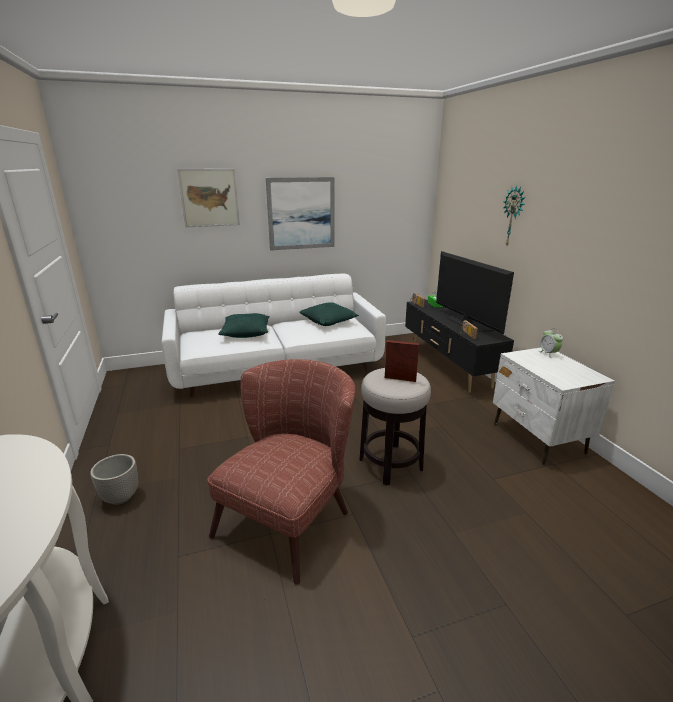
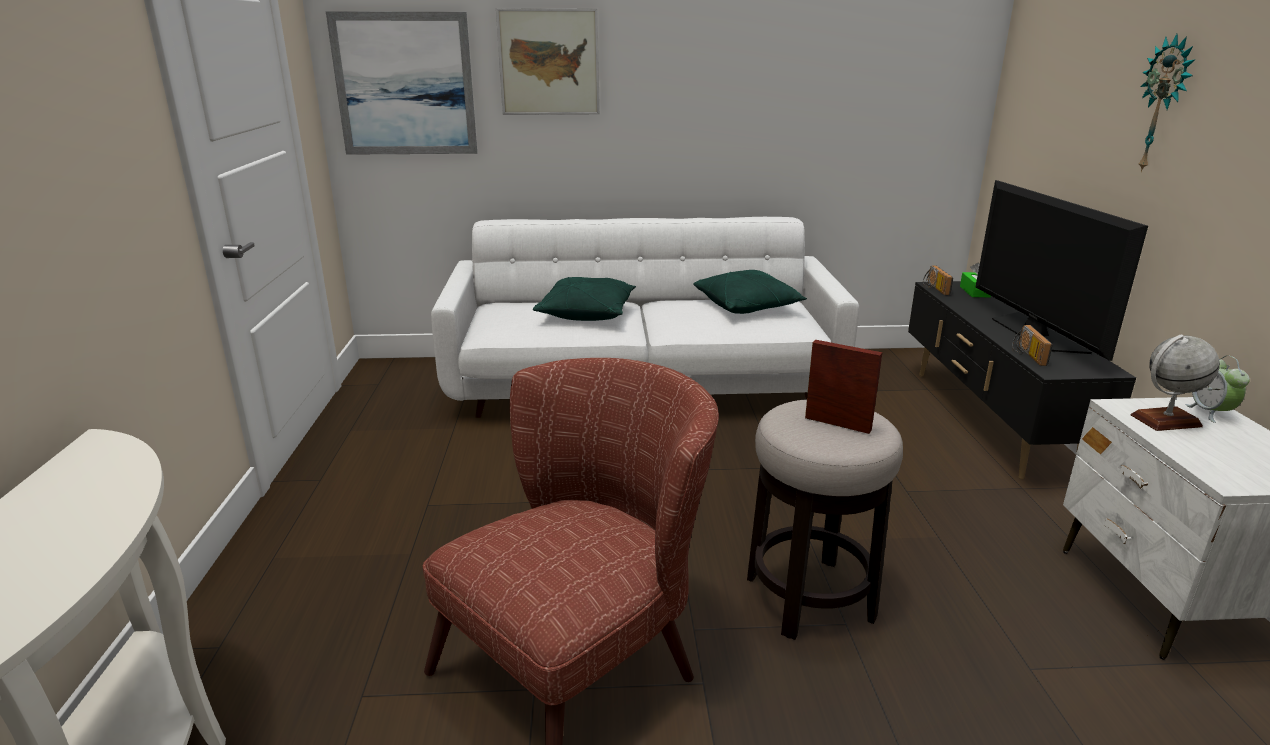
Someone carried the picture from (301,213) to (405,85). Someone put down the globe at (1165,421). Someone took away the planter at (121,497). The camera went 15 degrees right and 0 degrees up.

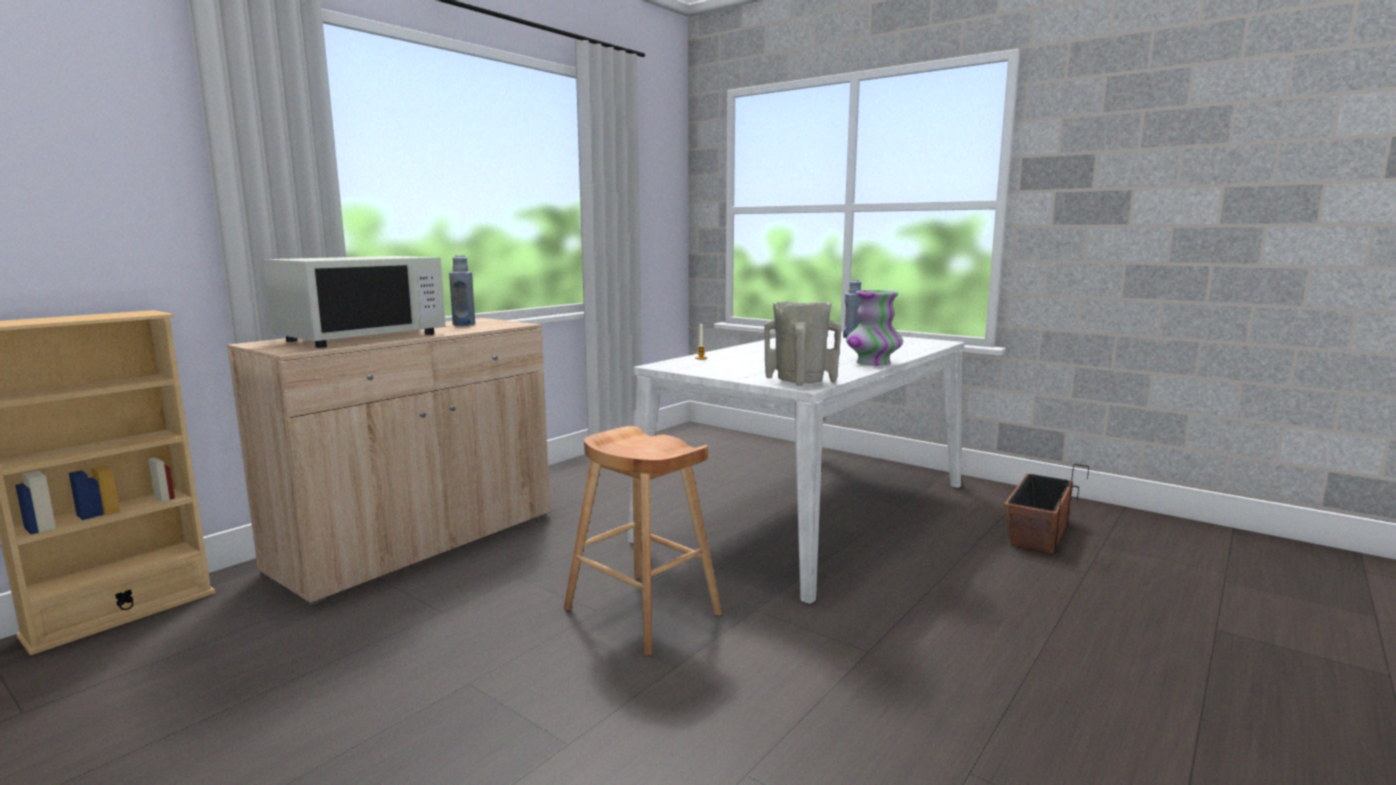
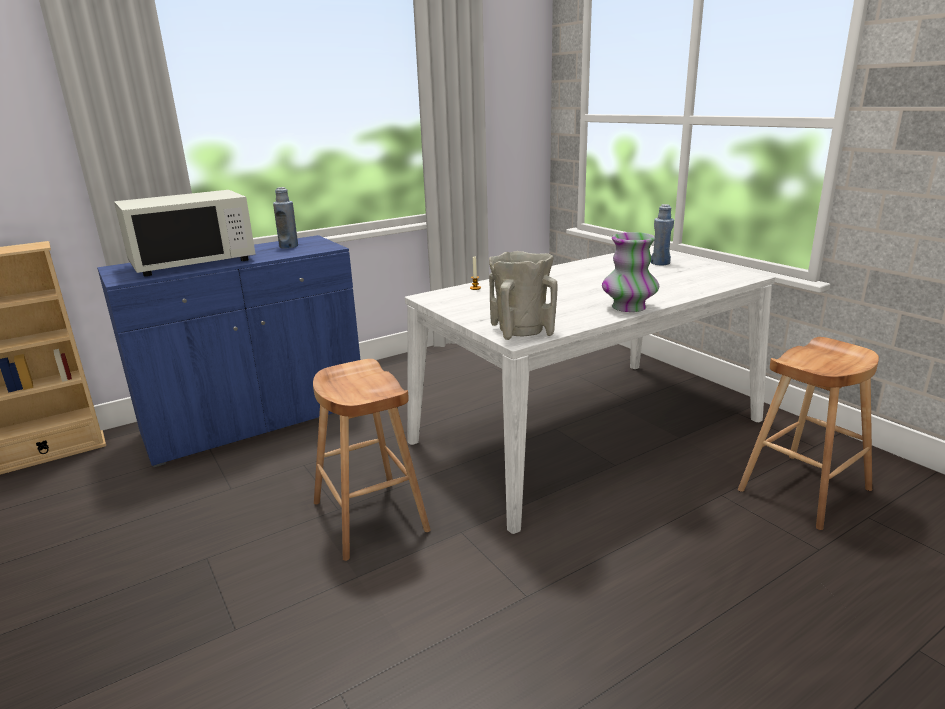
Someone repainted the beige cabinet at (418,542), which became the blue cabinet at (256,420). Someone swapped the planter at (1038,532) for the brown stool at (804,490). The camera went 20 degrees right and 10 degrees up.

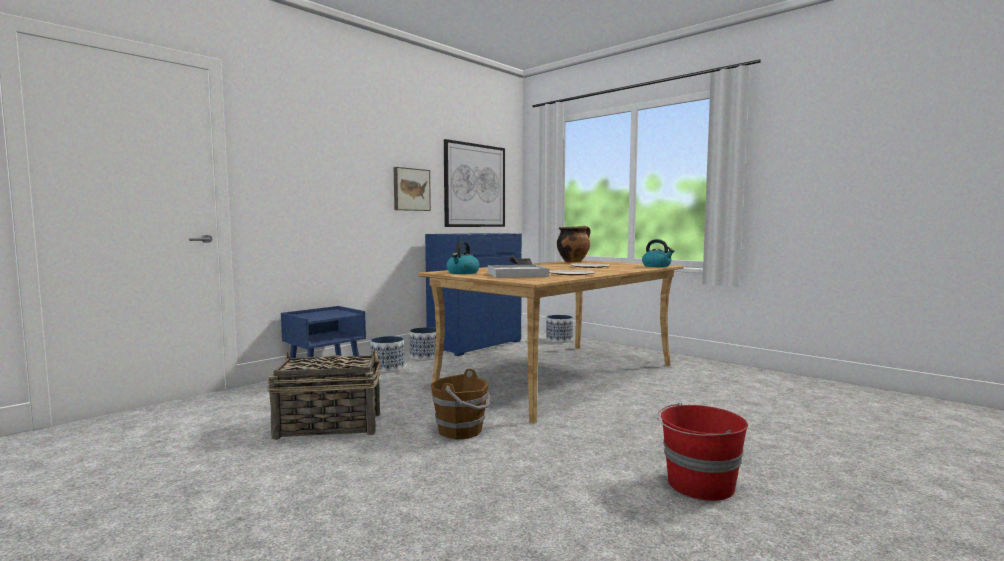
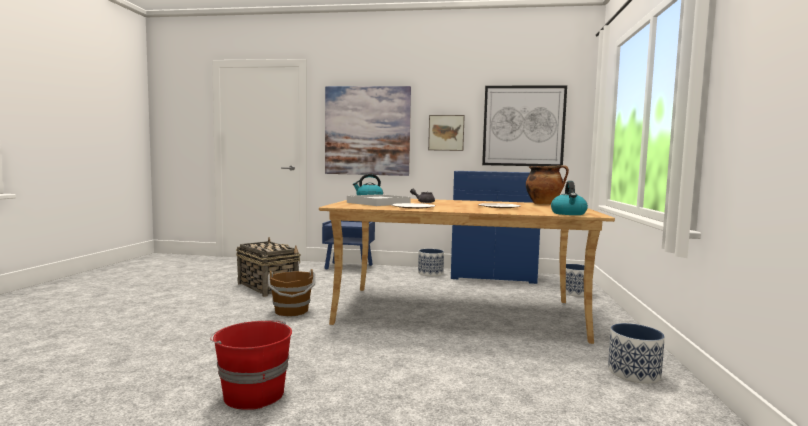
Someone put up the picture at (367,131). Someone carried the planter from (388,368) to (634,373). The camera went 55 degrees right and 0 degrees up.

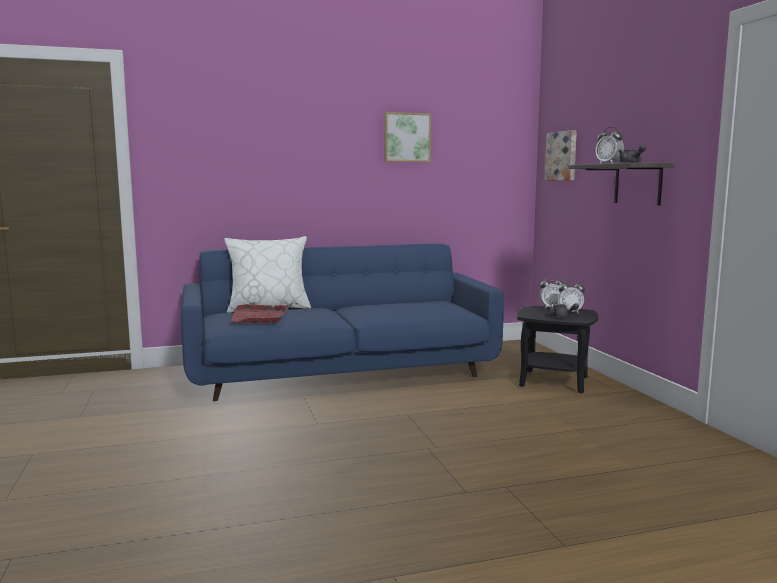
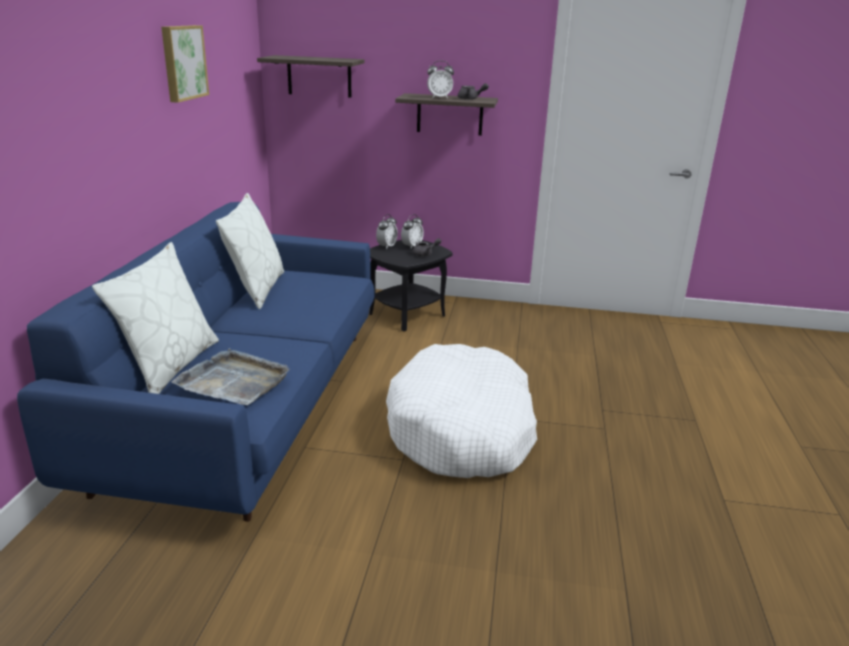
Someone repainted the red tray at (259,317), which became the grey tray at (234,381). Someone put down the white pillow at (256,289). Someone swapped the picture at (562,156) for the shelf at (319,76). Someone put down the white dog bed at (462,430). The camera went 65 degrees left and 15 degrees up.

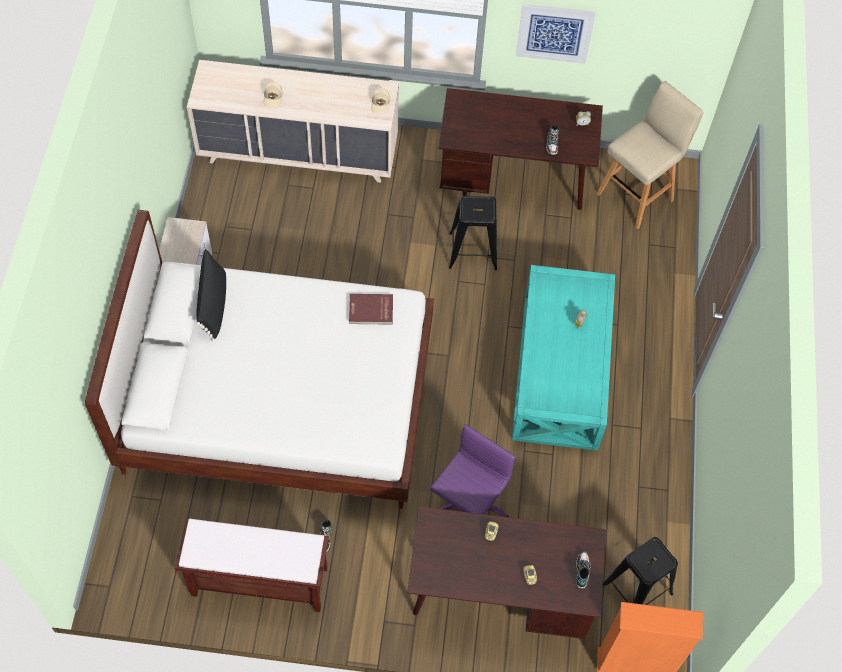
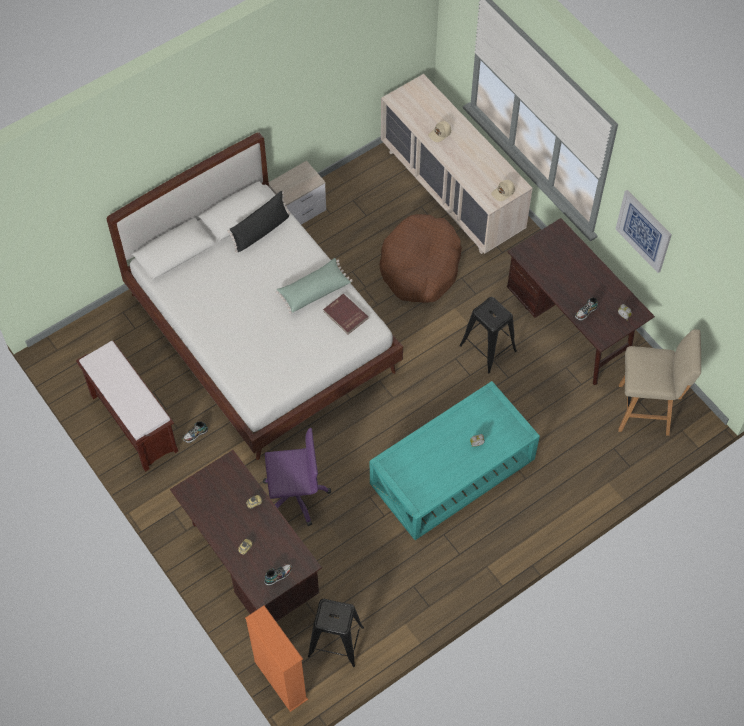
Someone put down the green pillow at (314,290). Someone put down the brown dog bed at (420,266). The camera went 50 degrees right and 0 degrees up.

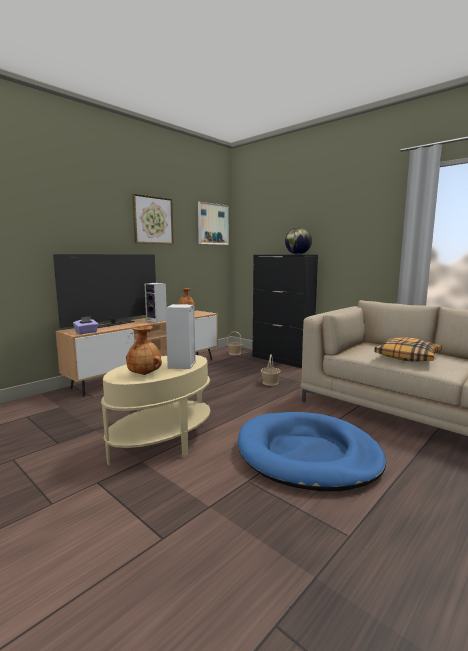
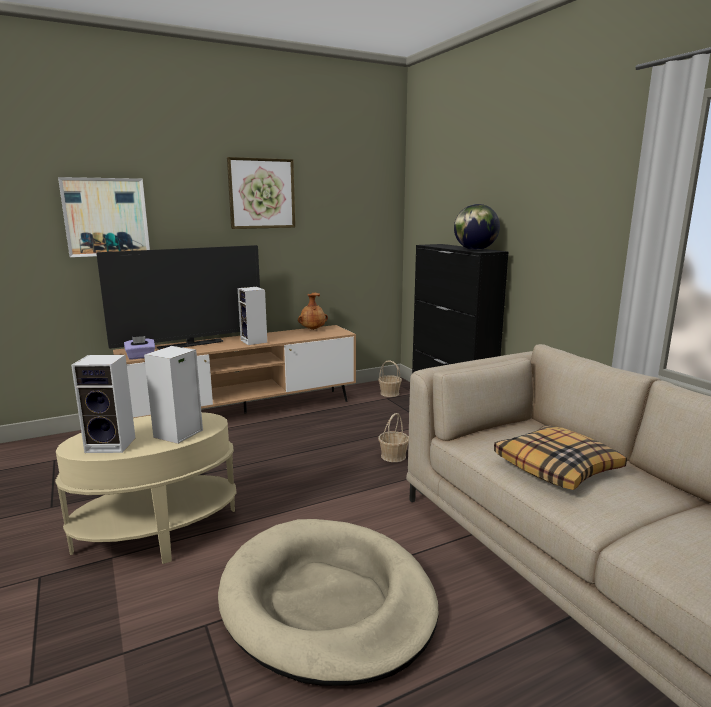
Someone carried the picture from (212,224) to (106,217). Someone swapped the brown vase at (145,374) for the speaker at (113,444). Someone repainted the blue dog bed at (307,454), which became the beige dog bed at (327,602). The camera went 20 degrees right and 5 degrees up.

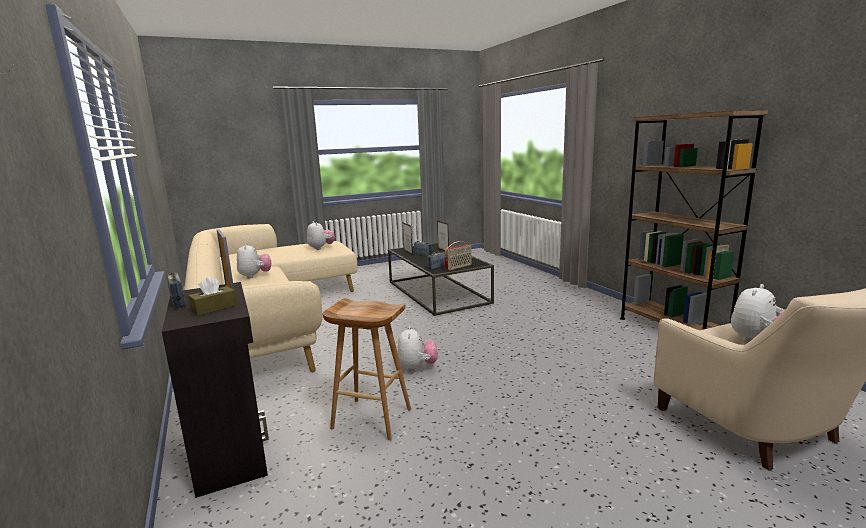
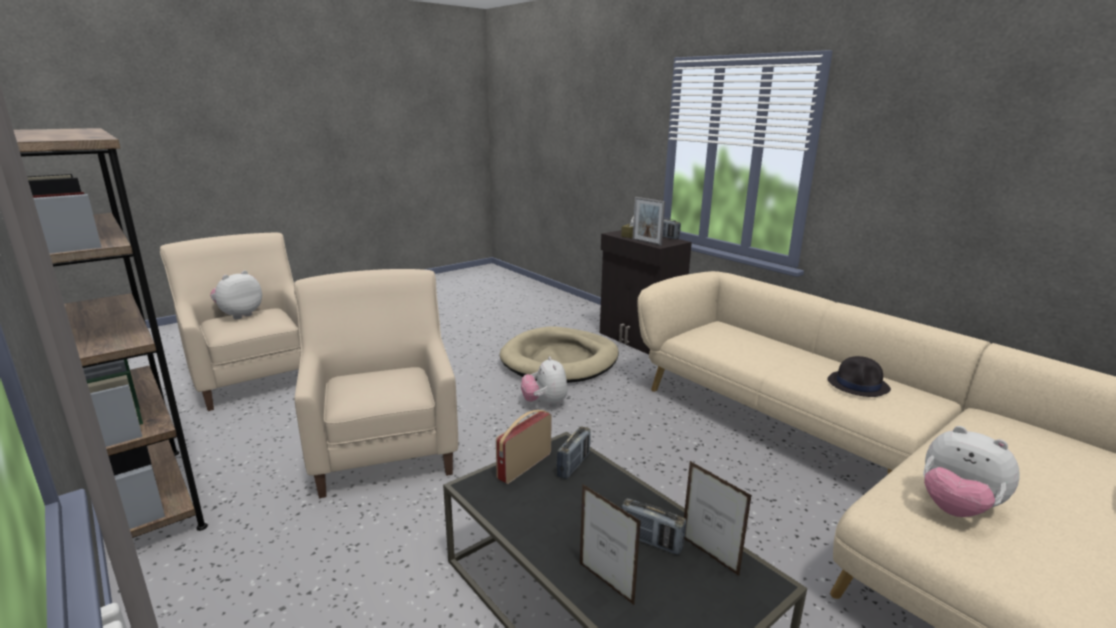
Someone put down the beige armchair at (383,445). Someone swapped the brown stool at (370,419) for the beige dog bed at (560,360). Someone swapped the plush toy at (255,276) for the black hat at (858,385). The camera went 165 degrees right and 5 degrees up.

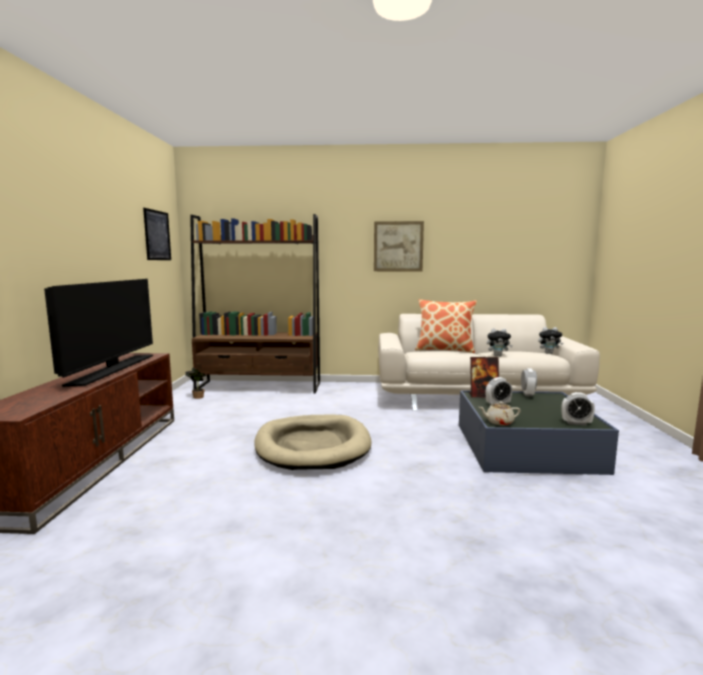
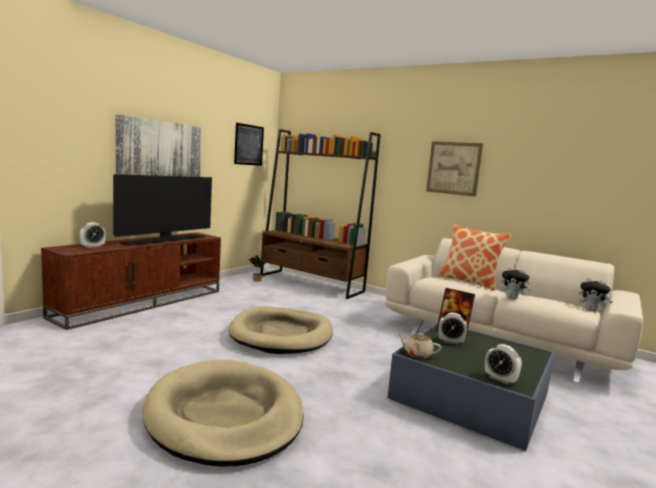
Someone carried the alarm clock from (527,394) to (93,247). Someone put up the picture at (160,153). Someone put down the beige dog bed at (225,416). The camera went 30 degrees right and 0 degrees up.

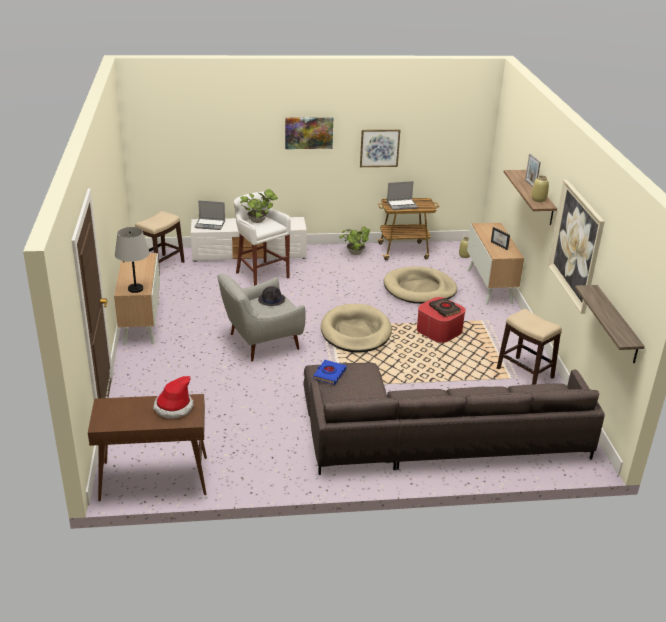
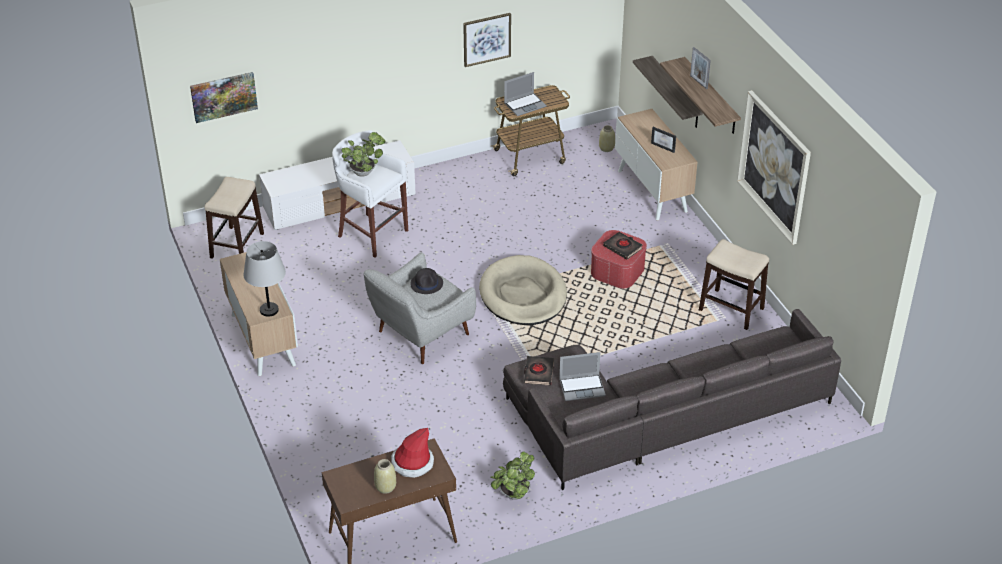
Someone carried the picture from (309,132) to (223,96). Someone carried the beige vase from (538,200) to (386,487). Someone carried the potted plant from (354,253) to (513,495). Someone repainted the blue book at (329,374), which became the black book at (538,373). Someone carried the laptop from (210,224) to (582,387). Someone carried the shelf from (617,324) to (676,93). Someone took away the beige dog bed at (419,289). The camera went 15 degrees left and 10 degrees up.

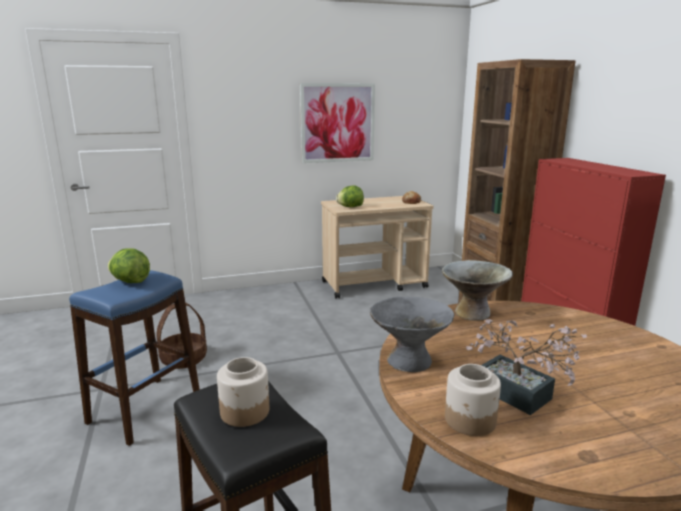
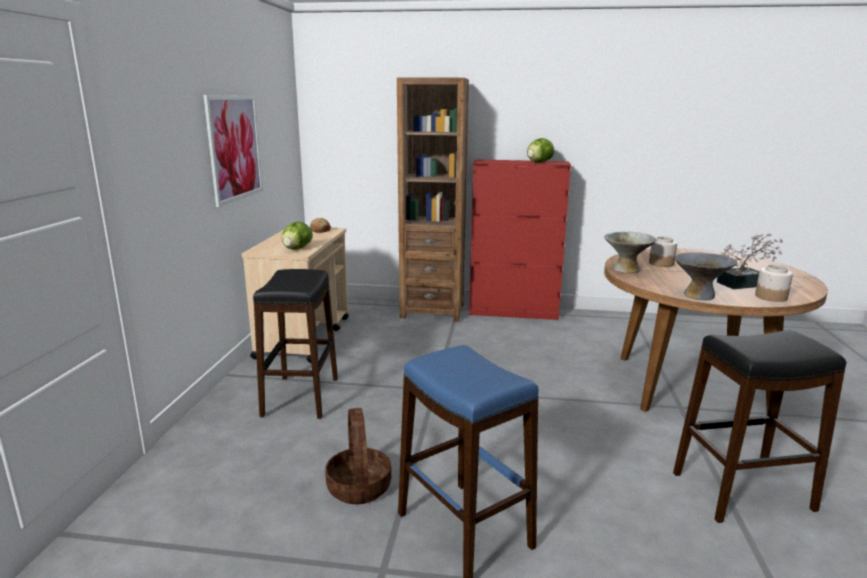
Someone put down the black stool at (301,397). Someone carried the lettuce from (130,281) to (539,162). Someone carried the jar from (245,411) to (661,263). The camera went 65 degrees left and 0 degrees up.

